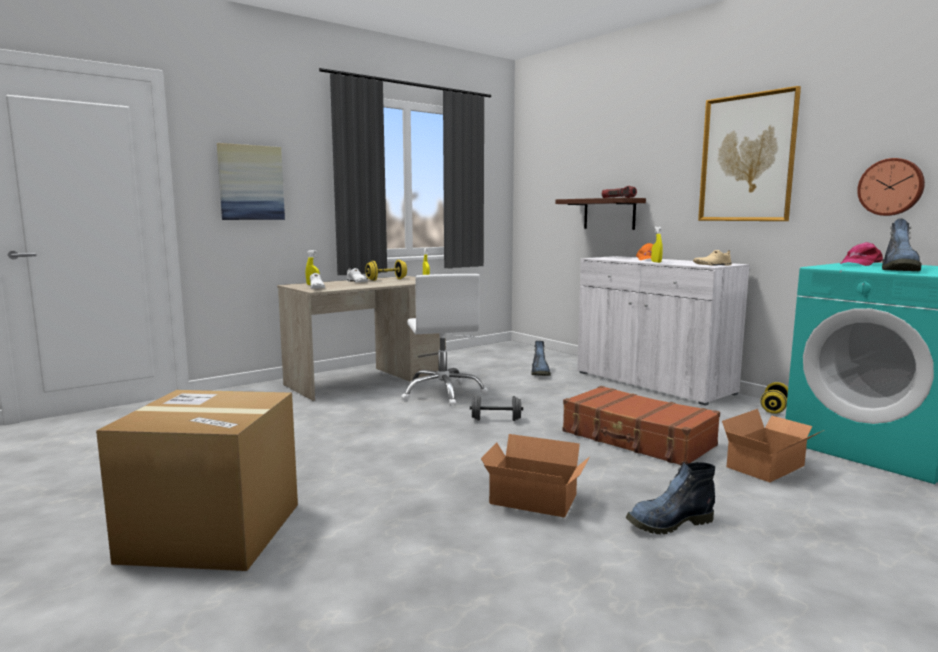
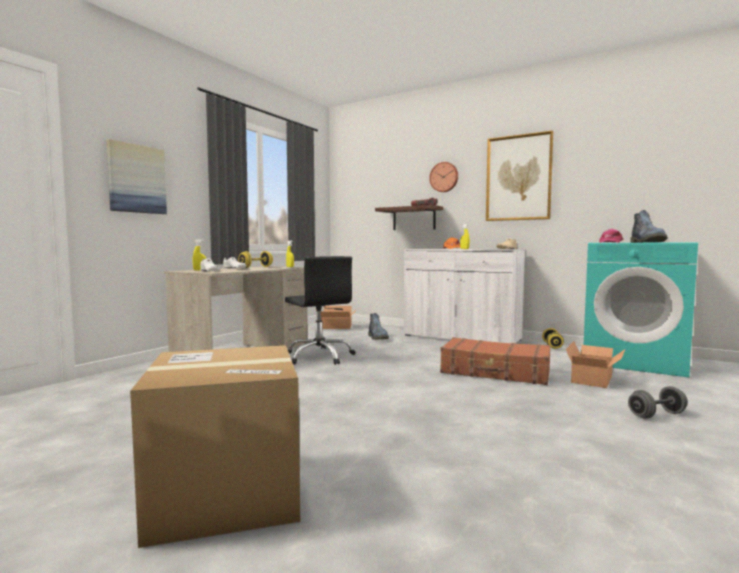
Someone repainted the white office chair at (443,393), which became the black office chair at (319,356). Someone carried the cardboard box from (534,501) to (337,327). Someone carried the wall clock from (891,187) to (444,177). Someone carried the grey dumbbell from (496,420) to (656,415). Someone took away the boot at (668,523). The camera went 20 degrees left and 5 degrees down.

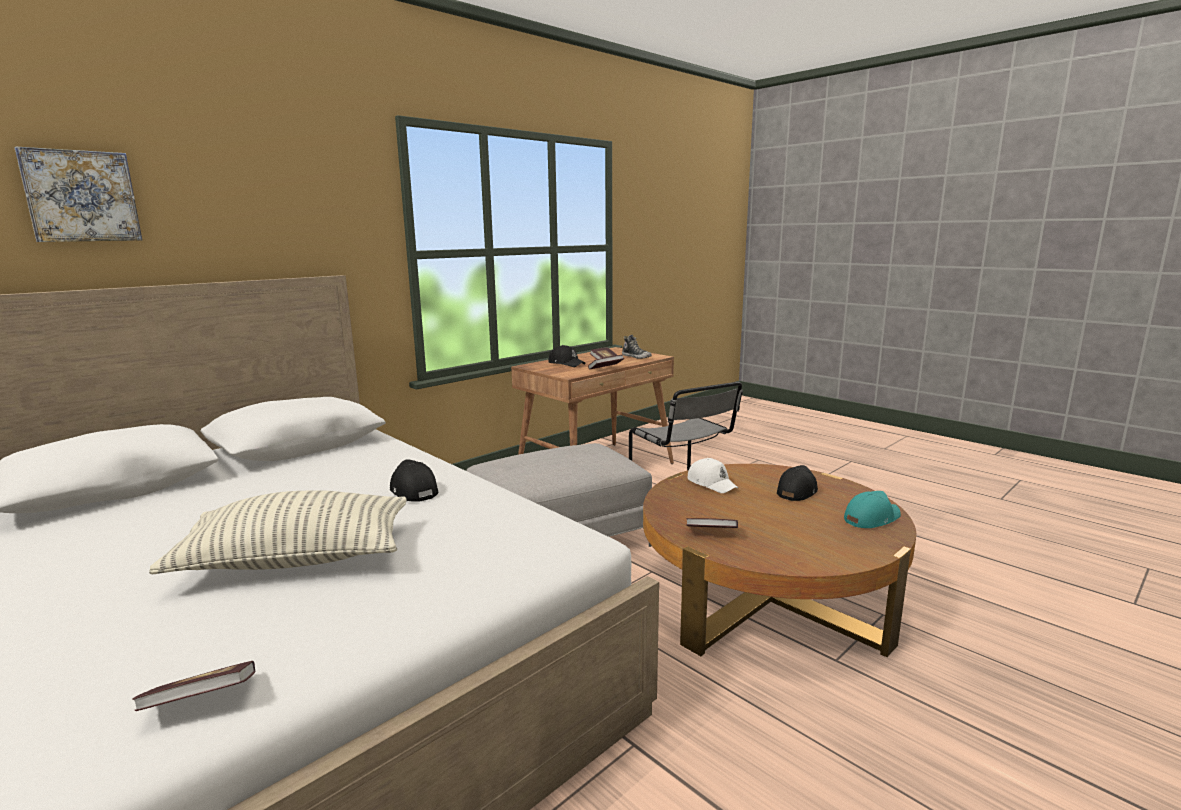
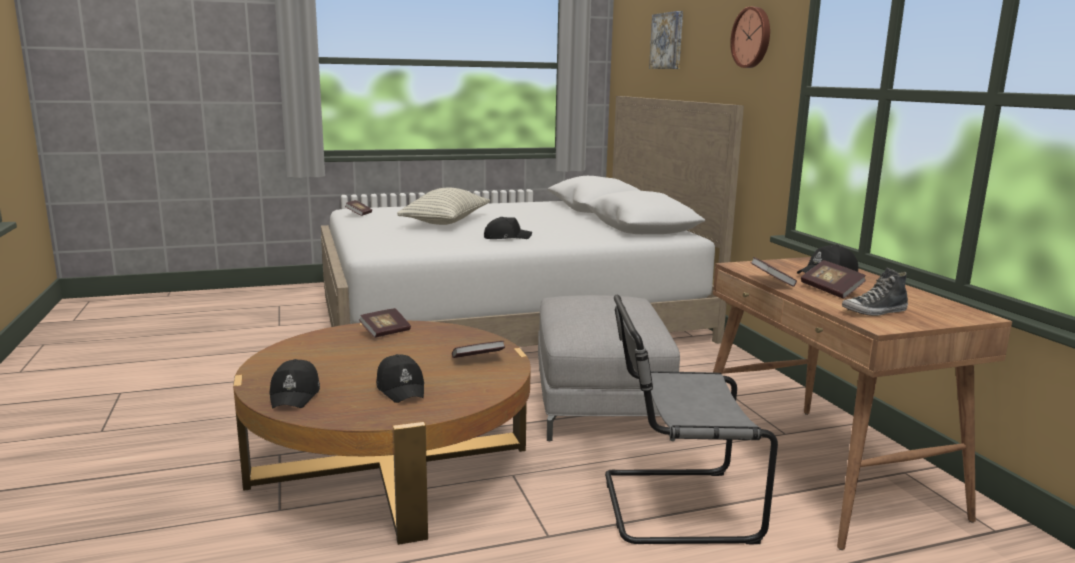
Someone repainted the turquoise cap at (871,518), which became the black cap at (296,394). Someone swapped the white cap at (711,483) for the book at (478,360). Someone put up the wall clock at (752,37). The camera went 115 degrees right and 0 degrees up.

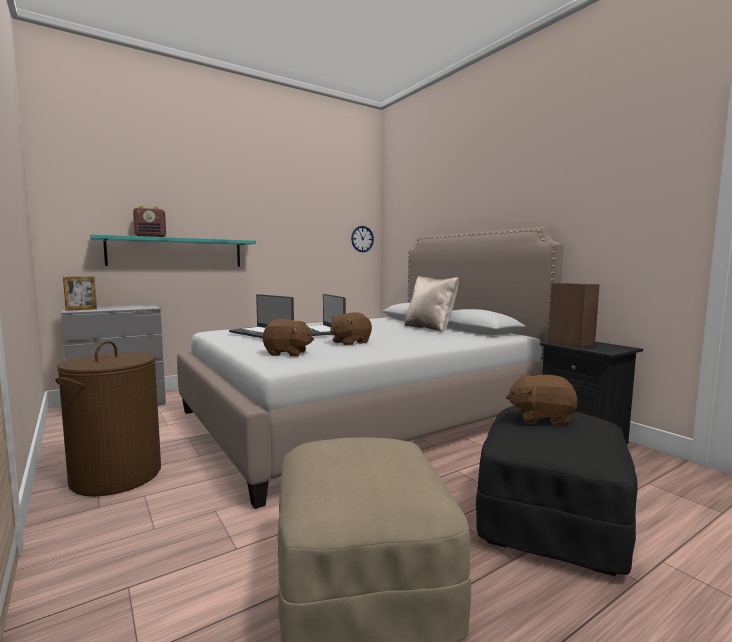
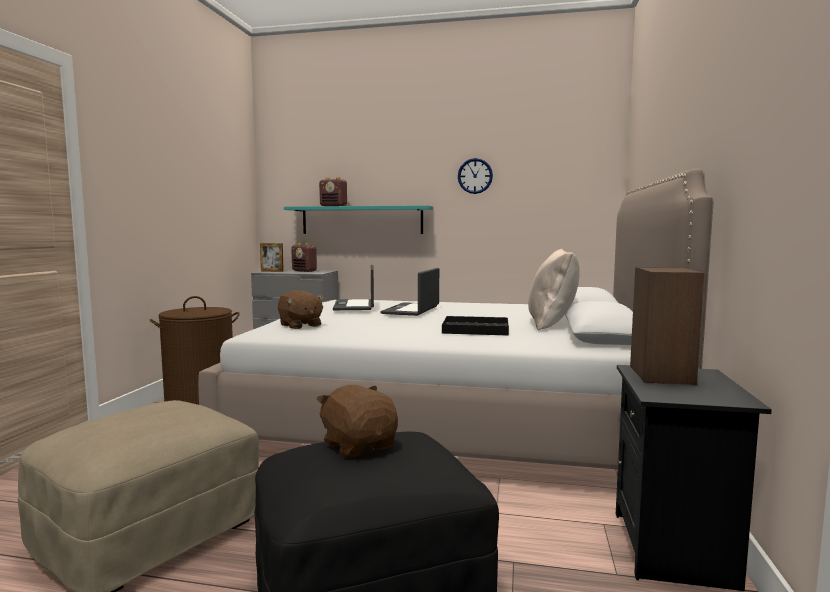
Someone put down the radio at (304,271). Someone put down the black tray at (474,329). Someone carried the wall clock from (362,239) to (475,176). Someone took away the brown plush toy at (350,342). The camera went 45 degrees right and 0 degrees up.

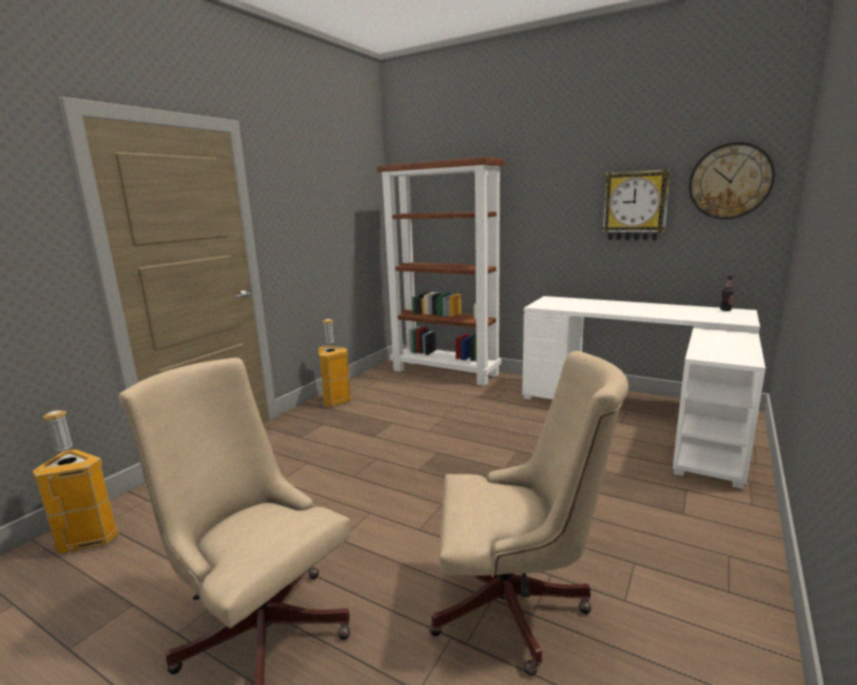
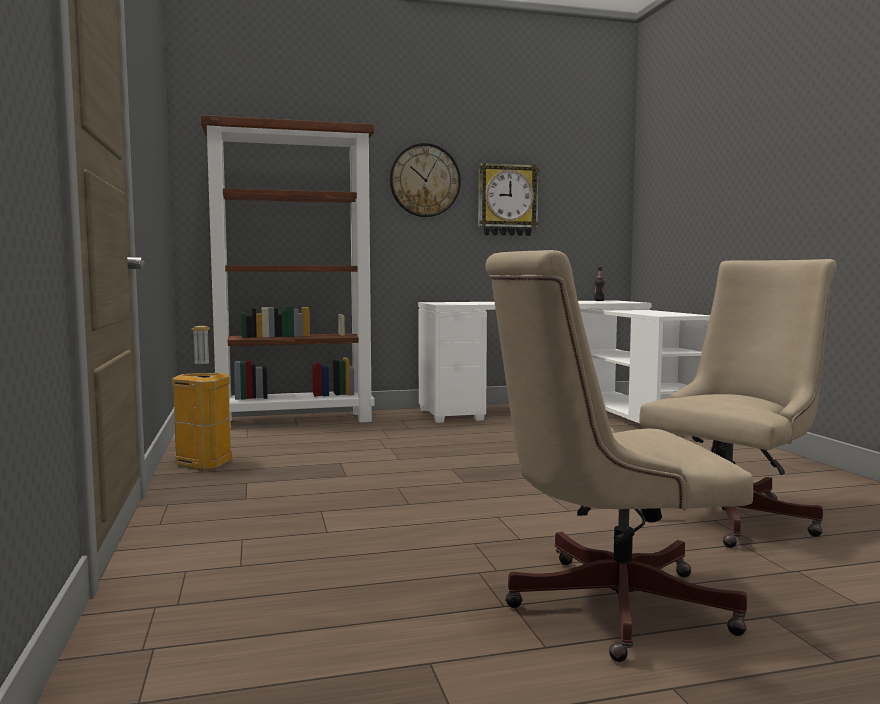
Someone carried the wall clock from (730,181) to (425,180). Someone took away the trash can at (89,540). The camera went 45 degrees left and 10 degrees down.

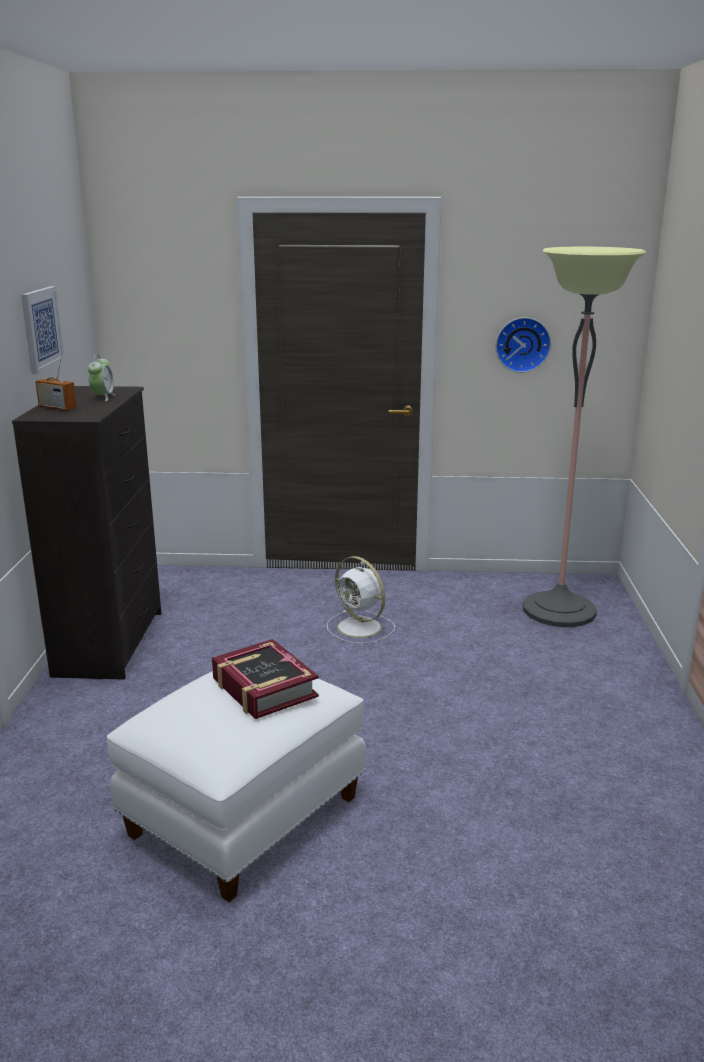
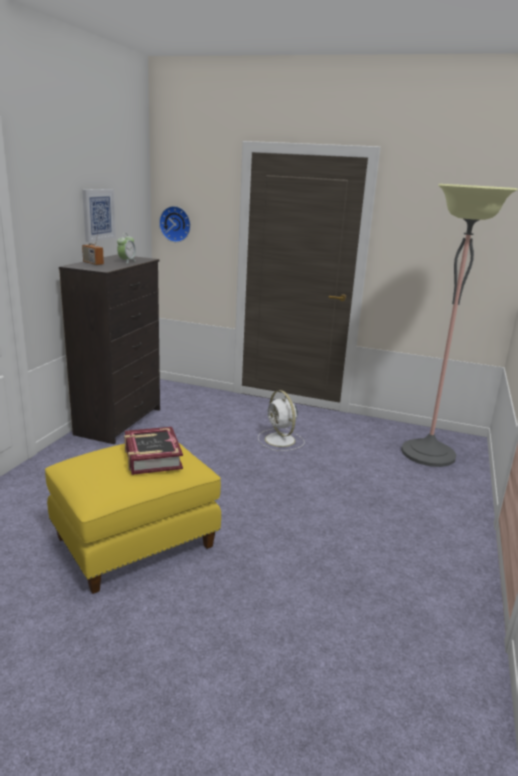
Someone repainted the white ottoman at (245,817), which became the yellow ottoman at (135,543). Someone carried the wall clock from (522,344) to (176,224). The camera went 15 degrees right and 0 degrees up.

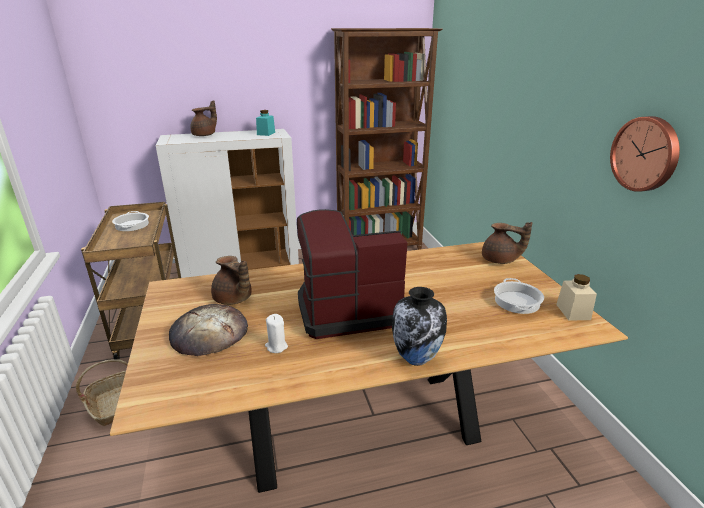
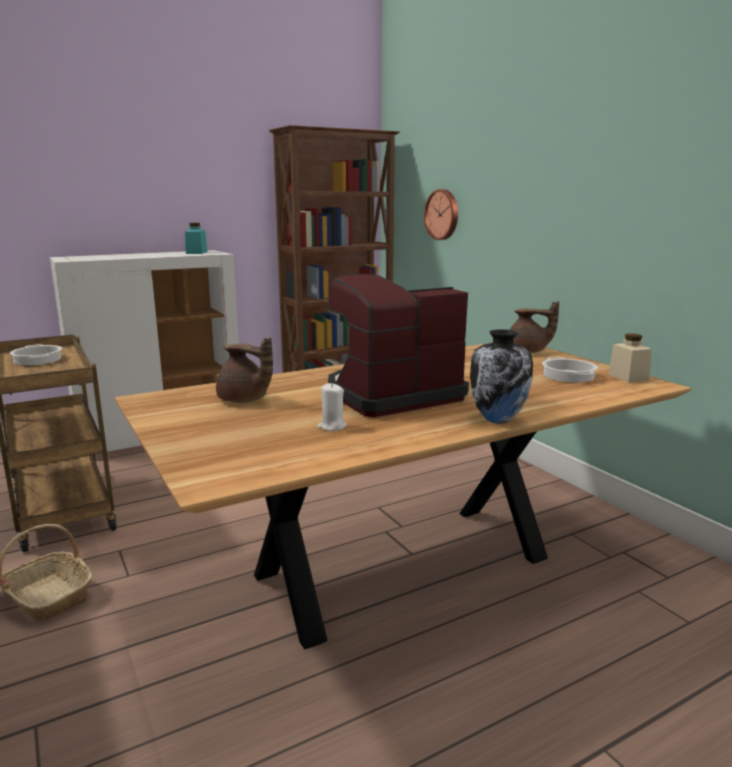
Someone carried the wall clock from (646,154) to (443,214). Someone took away the bread at (209,333). Someone took away the brown teapot at (205,135). The camera went 15 degrees left and 10 degrees down.

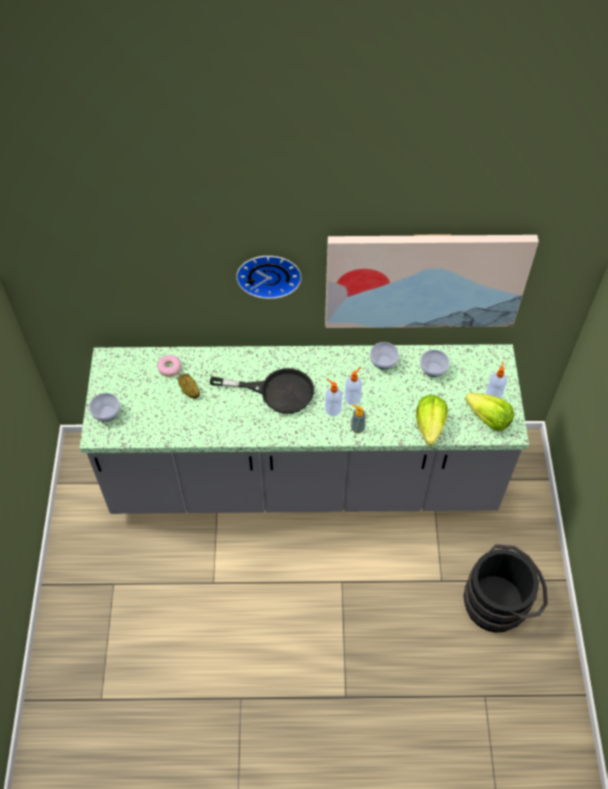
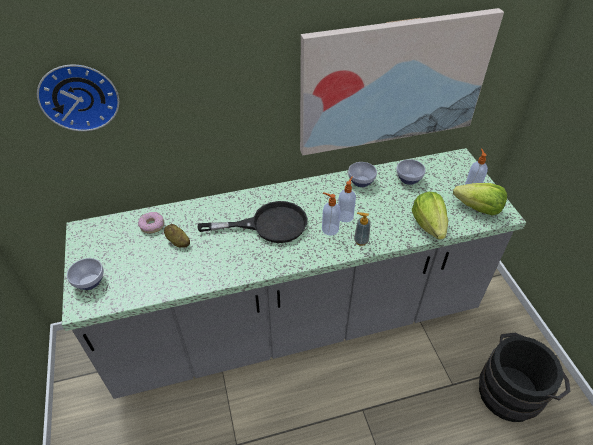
Someone carried the wall clock from (269,273) to (79,96). The camera went 15 degrees left and 10 degrees down.

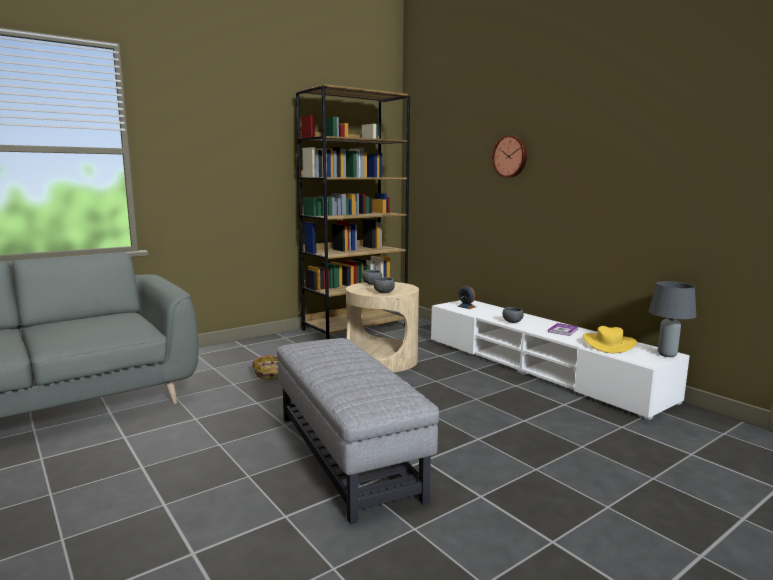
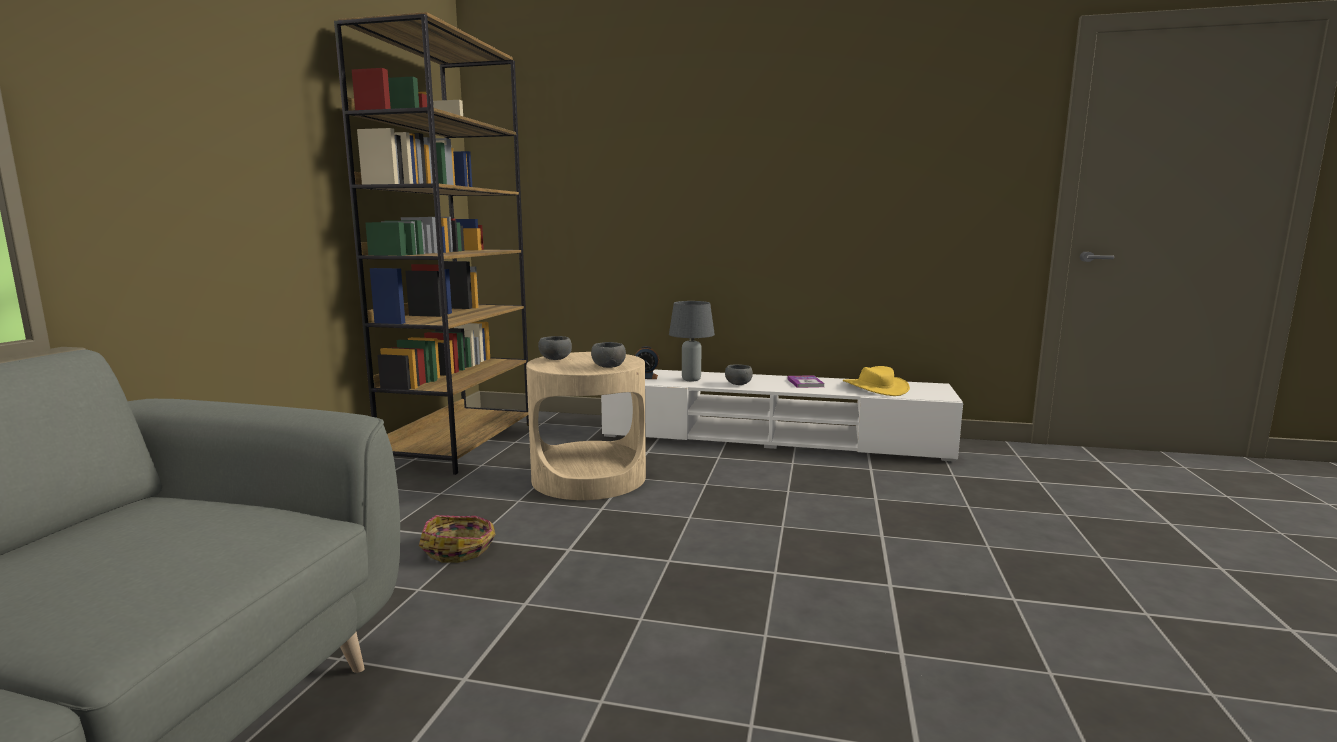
Someone carried the grey table lamp from (667,355) to (691,380). Someone took away the grey ottoman at (346,454). Someone took away the wall clock at (510,156). The camera went 40 degrees left and 0 degrees up.

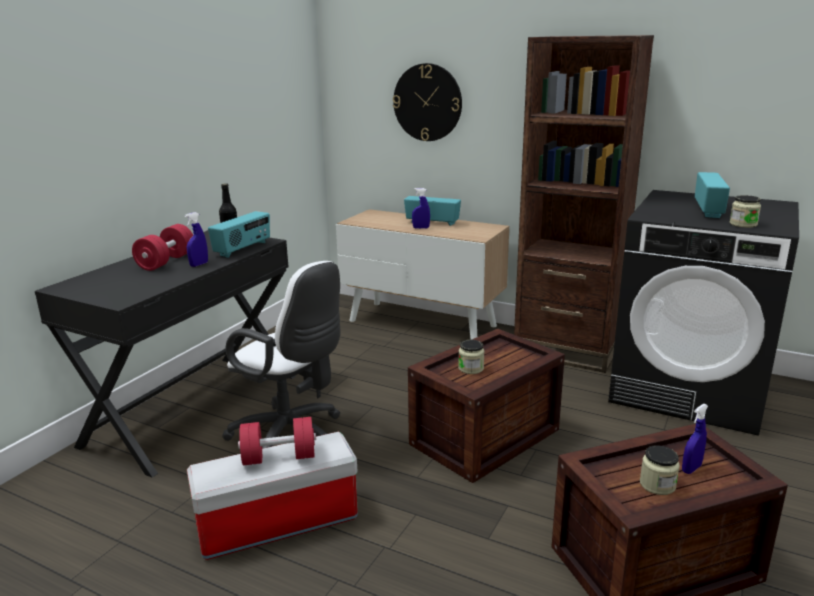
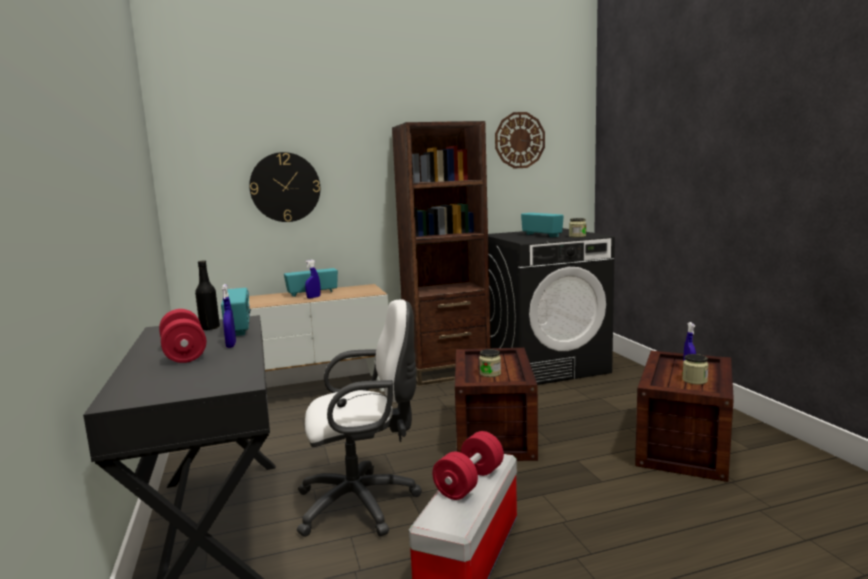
Someone put up the wall clock at (519,140). The camera went 45 degrees left and 10 degrees down.

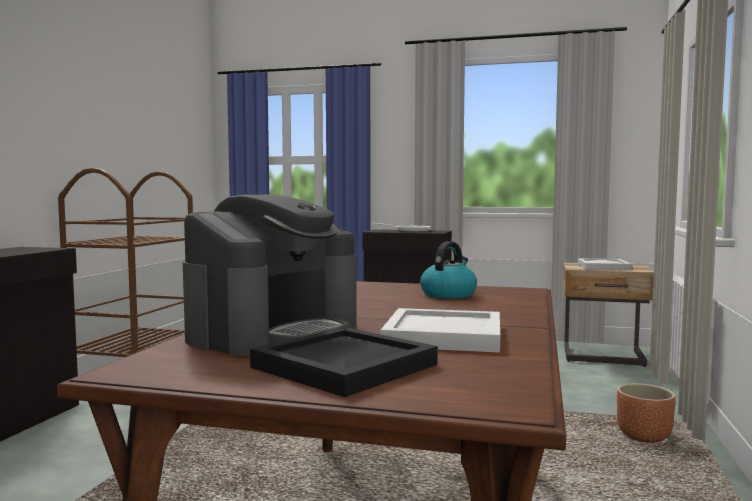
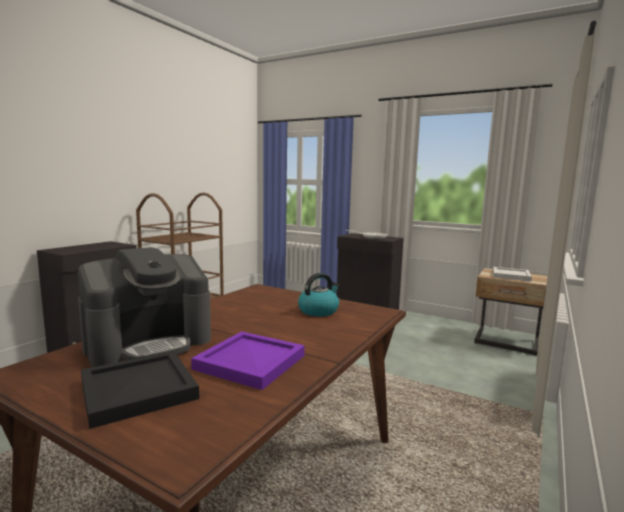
Someone repainted the white tray at (445,336), which became the purple tray at (250,363). Someone took away the brown planter at (644,437). The camera went 15 degrees right and 5 degrees up.

